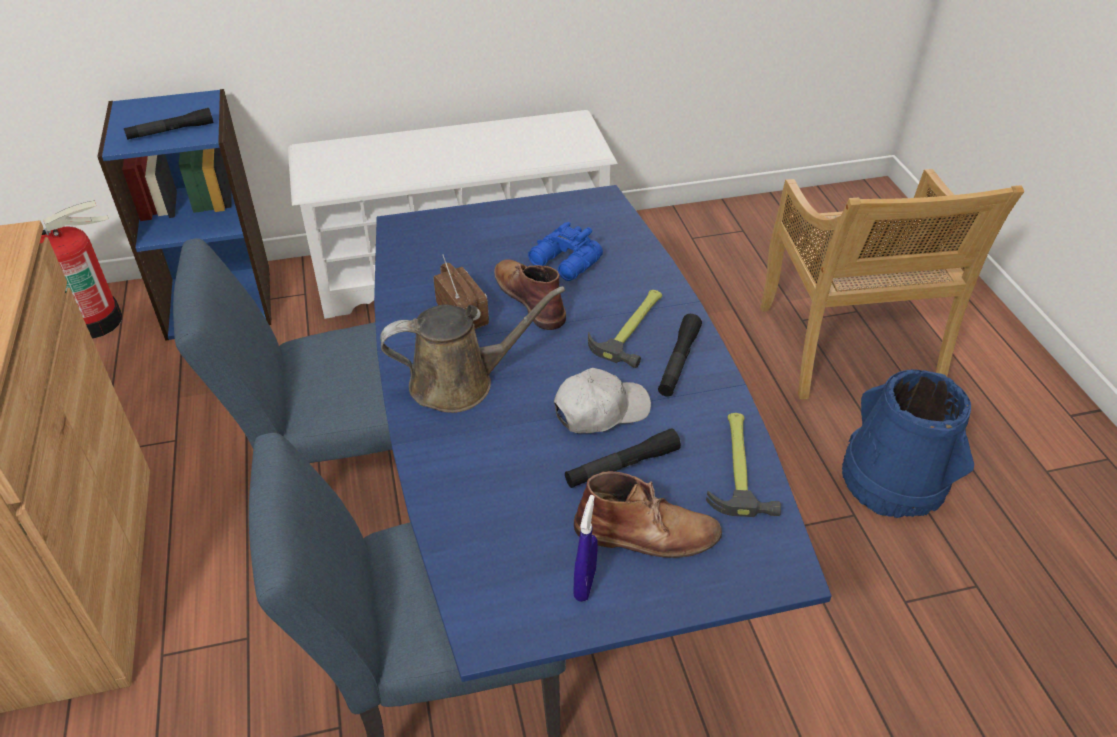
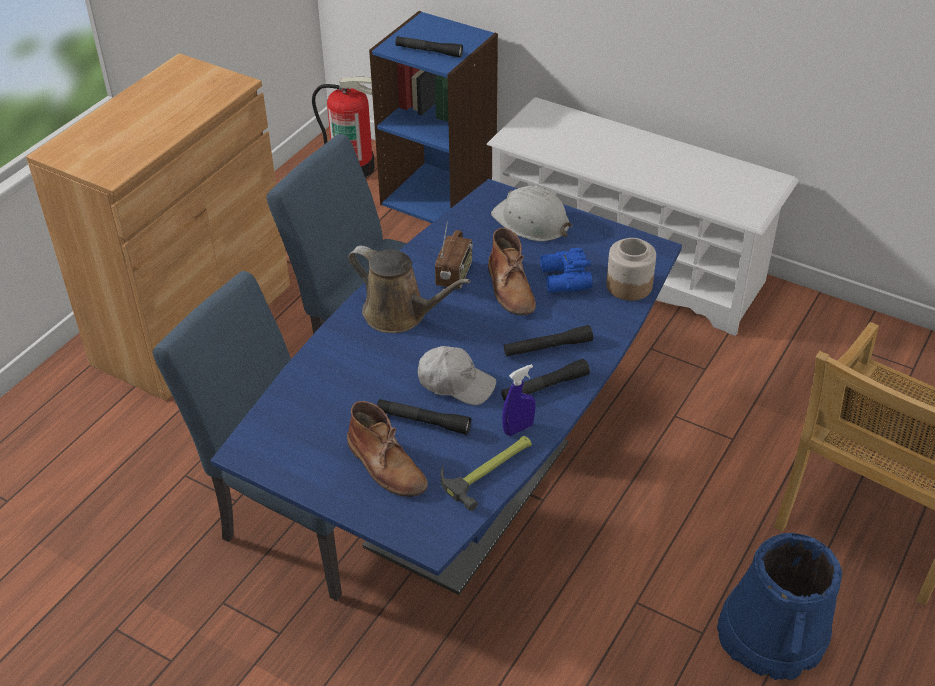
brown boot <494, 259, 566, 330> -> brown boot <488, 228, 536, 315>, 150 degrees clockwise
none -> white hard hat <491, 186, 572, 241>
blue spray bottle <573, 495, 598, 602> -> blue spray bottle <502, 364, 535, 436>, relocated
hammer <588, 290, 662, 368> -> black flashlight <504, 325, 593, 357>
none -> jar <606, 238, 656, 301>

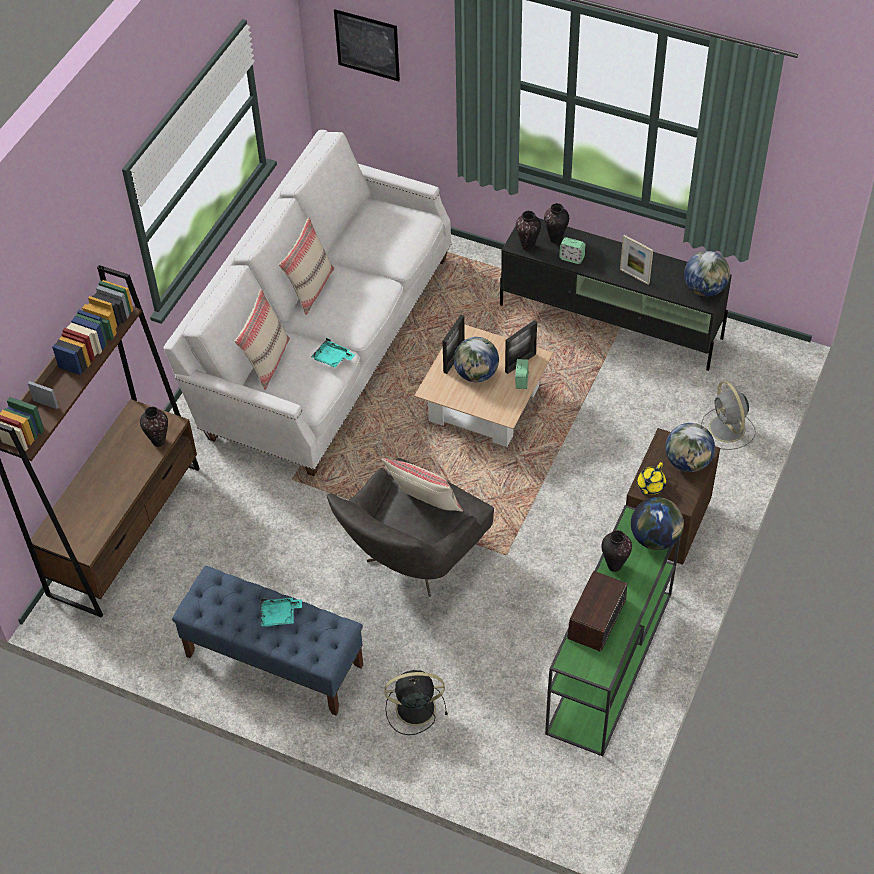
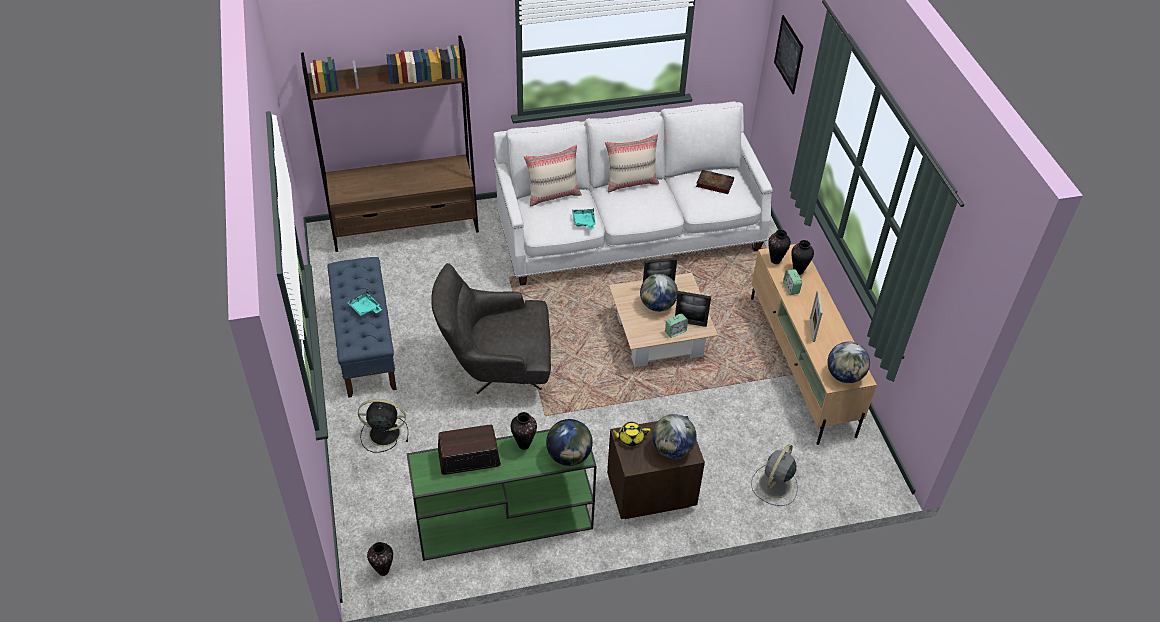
black fan <384, 670, 448, 735> -> black fan <358, 399, 408, 453>, 45 degrees counterclockwise
vase <140, 407, 168, 447> -> vase <367, 542, 393, 576>, relocated
none -> book <696, 170, 734, 194>
black tv stand <500, 218, 732, 371> -> beige tv stand <751, 244, 877, 445>
beige pillow <382, 458, 463, 512> -> none

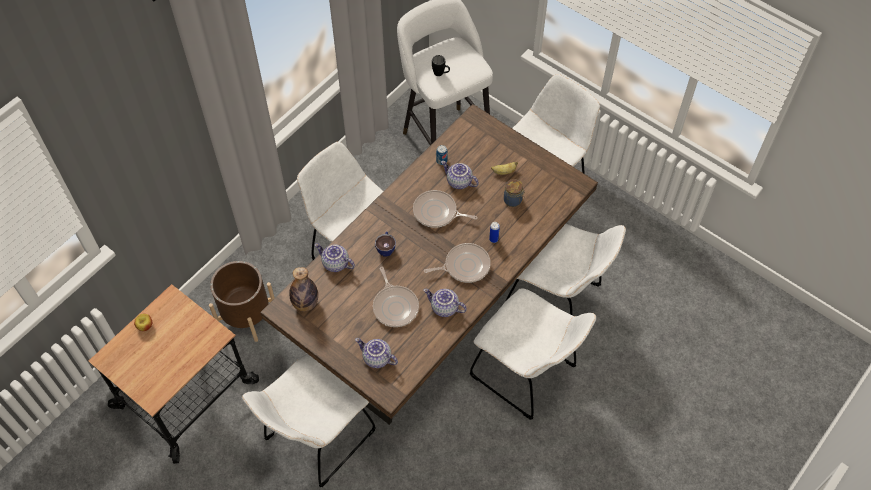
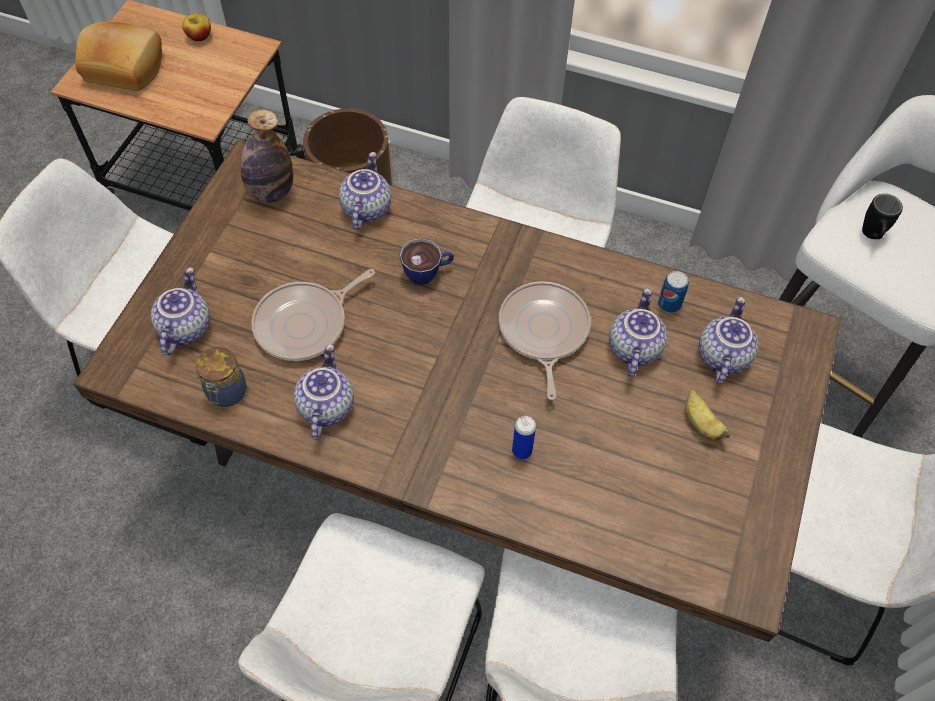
none -> bread <75, 22, 162, 91>
jar <504, 179, 524, 207> -> jar <196, 347, 247, 407>, relocated
none -> teapot <699, 297, 758, 384>
frying pan <424, 243, 491, 283> -> none

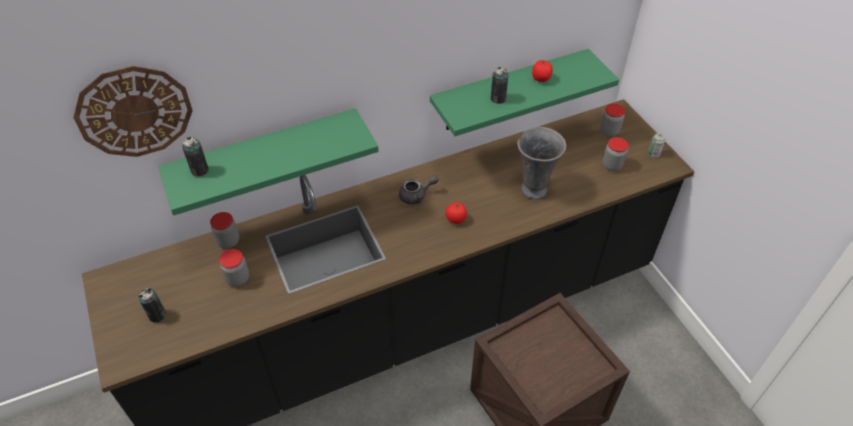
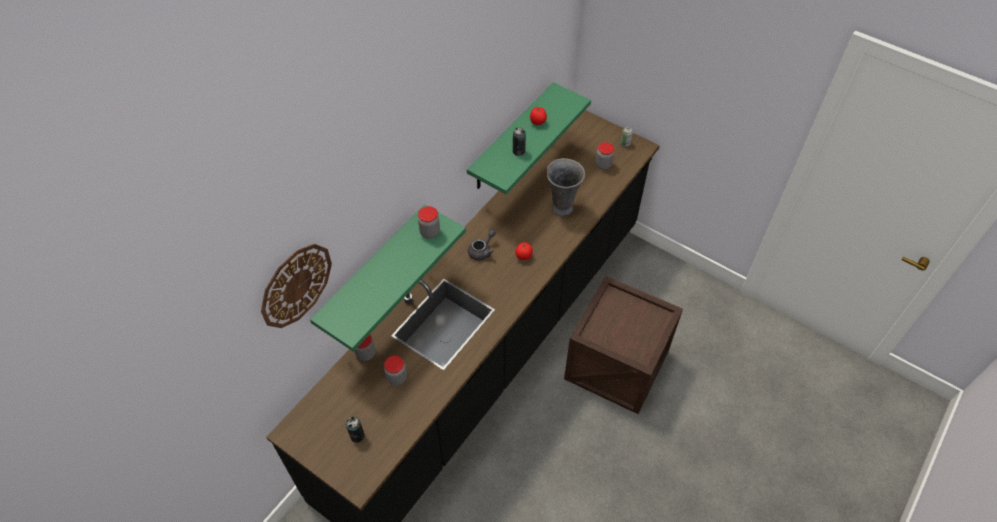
jar <600, 104, 625, 137> -> jar <418, 206, 440, 239>, relocated
can <182, 137, 209, 177> -> none

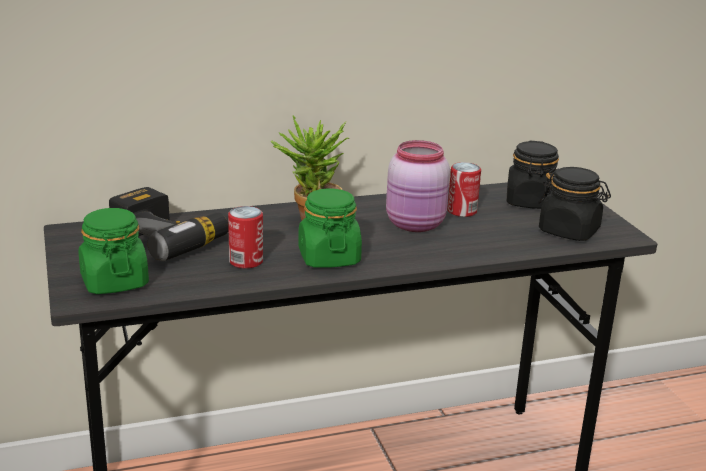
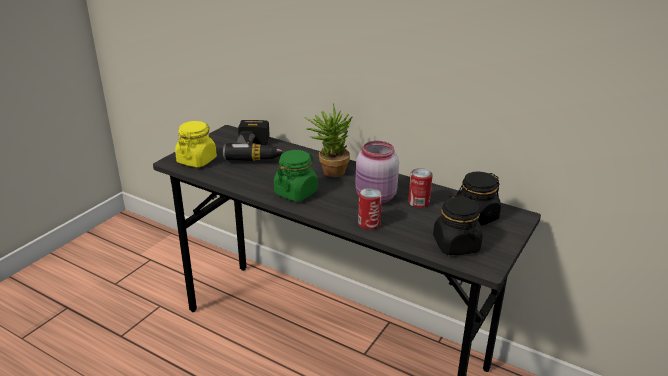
green jar <78, 208, 149, 294> -> yellow jar <175, 121, 217, 167>
can <228, 206, 263, 269> -> can <358, 188, 382, 230>, relocated

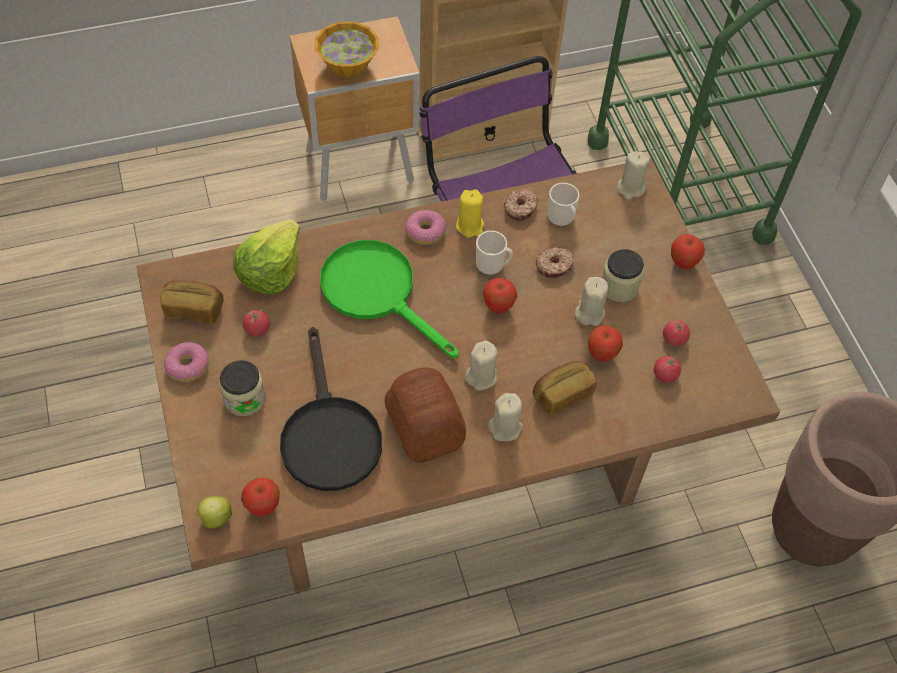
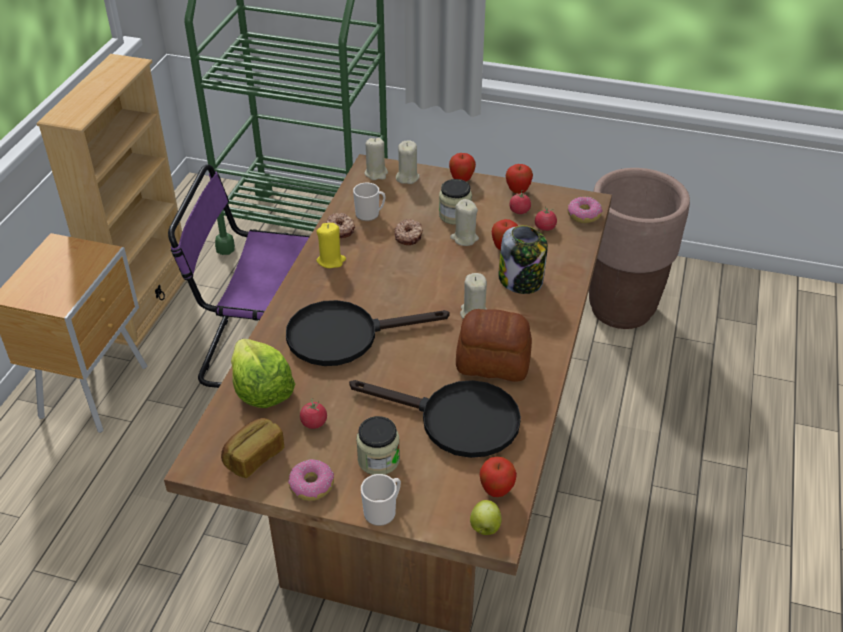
green frying pan <320, 240, 459, 358> -> black frying pan <286, 300, 450, 366>
mug <476, 231, 513, 275> -> mug <361, 474, 401, 526>, relocated
beige candle <488, 393, 523, 441> -> beige candle <396, 141, 420, 184>, relocated
bread <533, 361, 597, 416> -> jar <498, 225, 548, 294>
apple <483, 278, 517, 314> -> apple <506, 164, 533, 194>, relocated
donut <405, 210, 446, 245> -> donut <567, 197, 602, 223>, relocated
bowl <315, 21, 379, 78> -> none

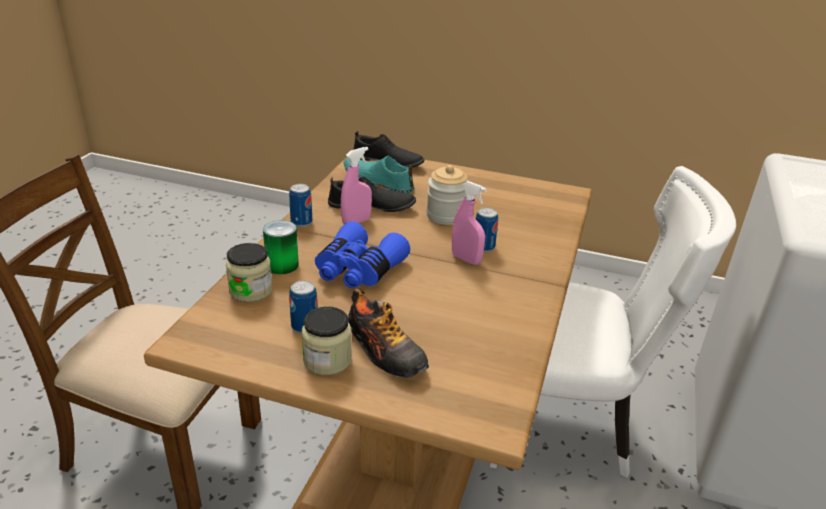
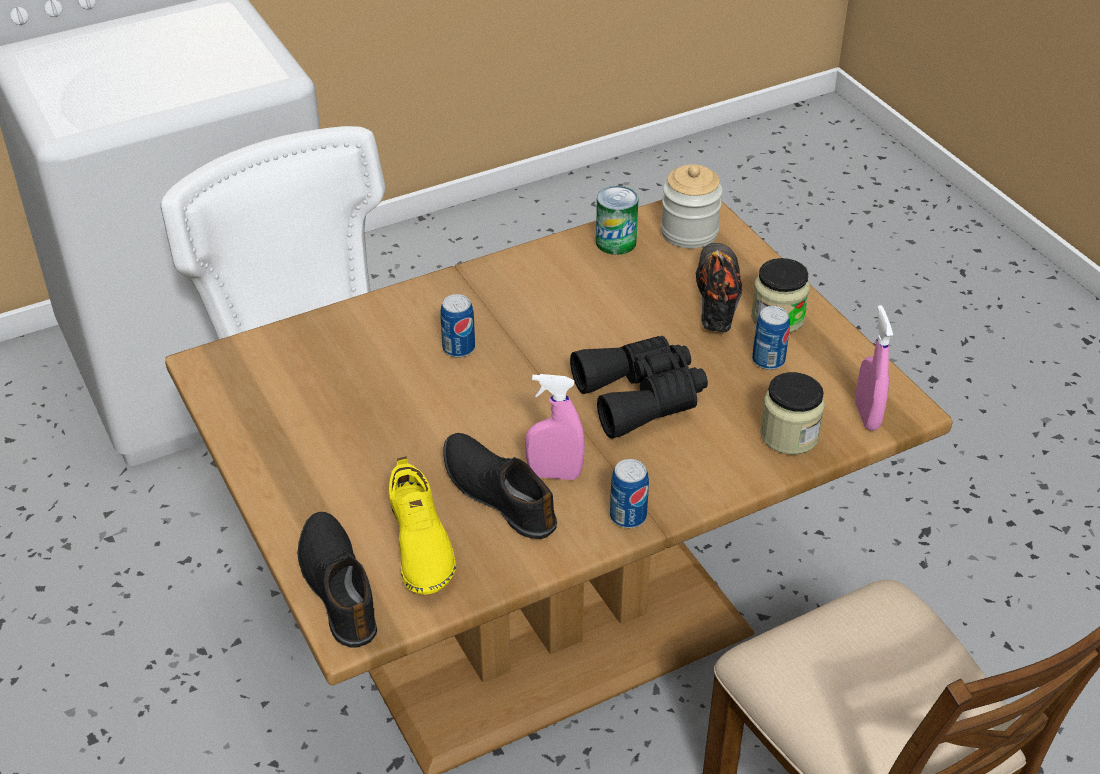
turquoise shoe <344, 156, 414, 193> -> yellow shoe <388, 457, 456, 595>
blue binoculars <315, 221, 410, 288> -> black binoculars <570, 336, 708, 439>
can <263, 220, 299, 274> -> can <596, 186, 639, 255>, relocated
jar <426, 165, 468, 225> -> jar <661, 164, 723, 248>, relocated
pink spray bottle <452, 181, 486, 265> -> pink spray bottle <855, 305, 893, 430>, relocated

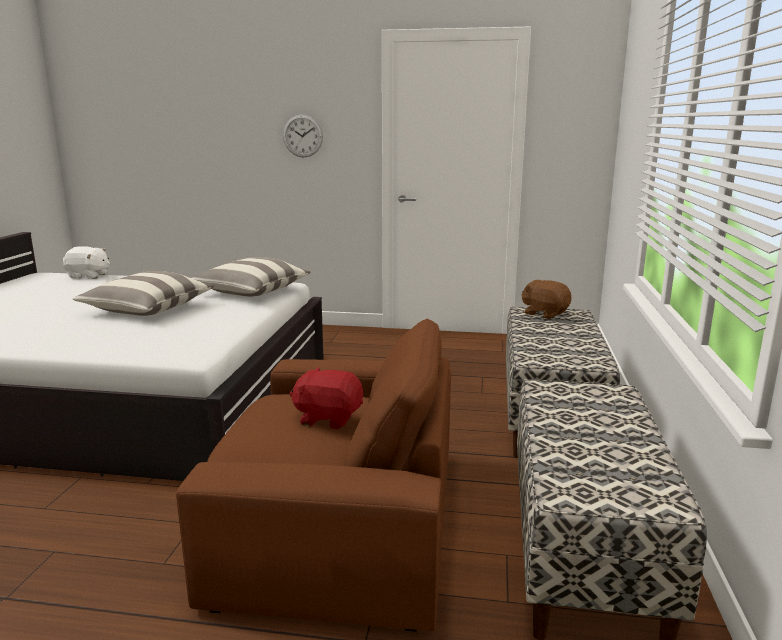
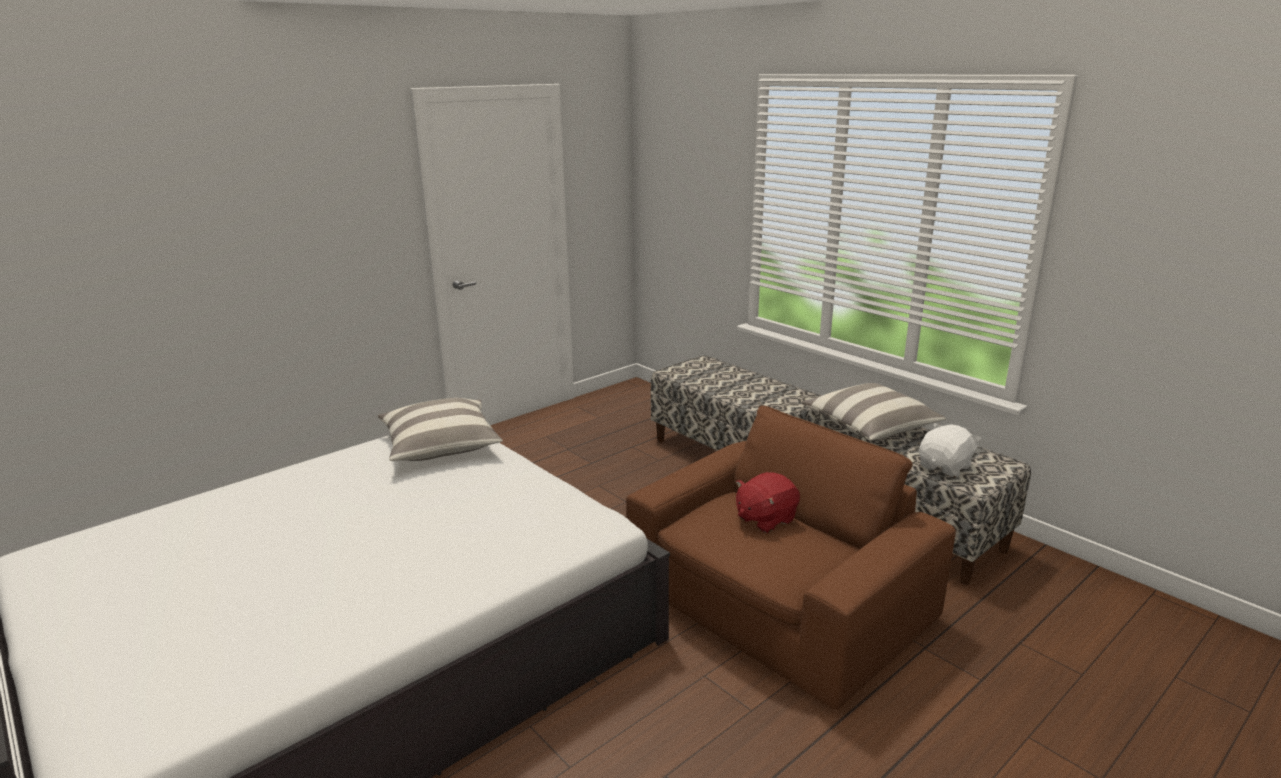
pillow <73, 271, 214, 316> -> pillow <801, 383, 946, 441>, relocated
white plush toy <63, 246, 110, 279> -> white plush toy <919, 423, 981, 478>, relocated
wall clock <283, 115, 323, 157> -> none
brown plush toy <522, 280, 571, 319> -> none

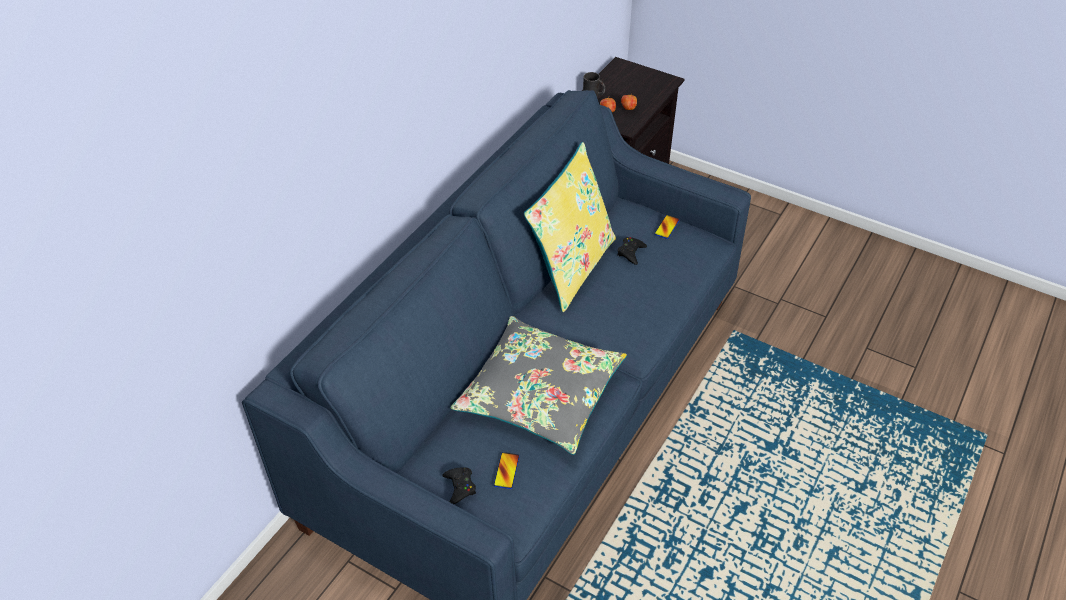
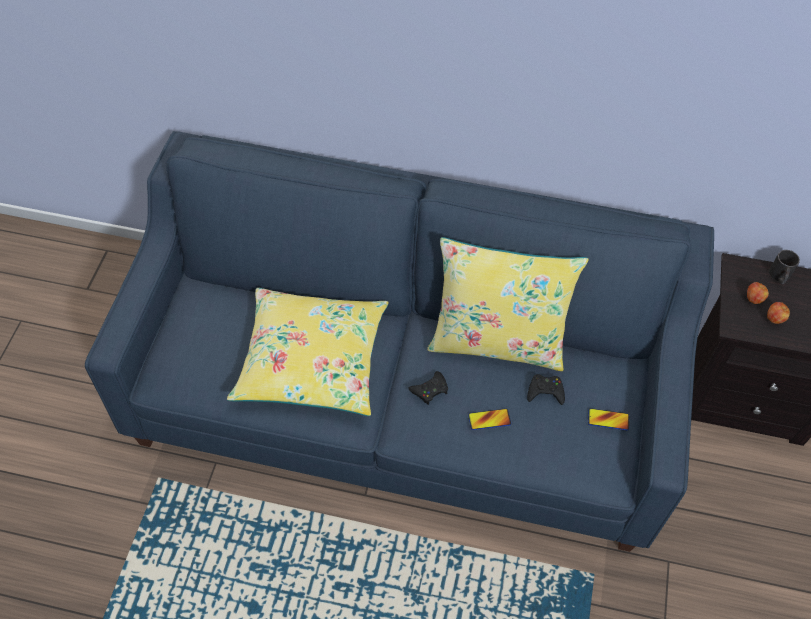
grey pillow <451, 316, 627, 455> -> yellow pillow <227, 288, 389, 416>
black game controller <442, 467, 476, 504> -> black game controller <408, 371, 448, 405>, relocated
phone <494, 452, 520, 489> -> phone <468, 409, 511, 430>, relocated

